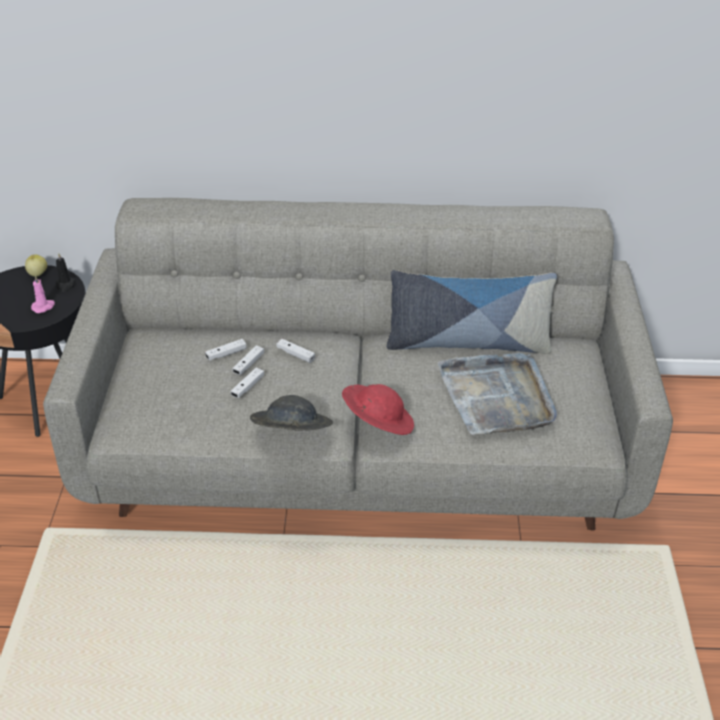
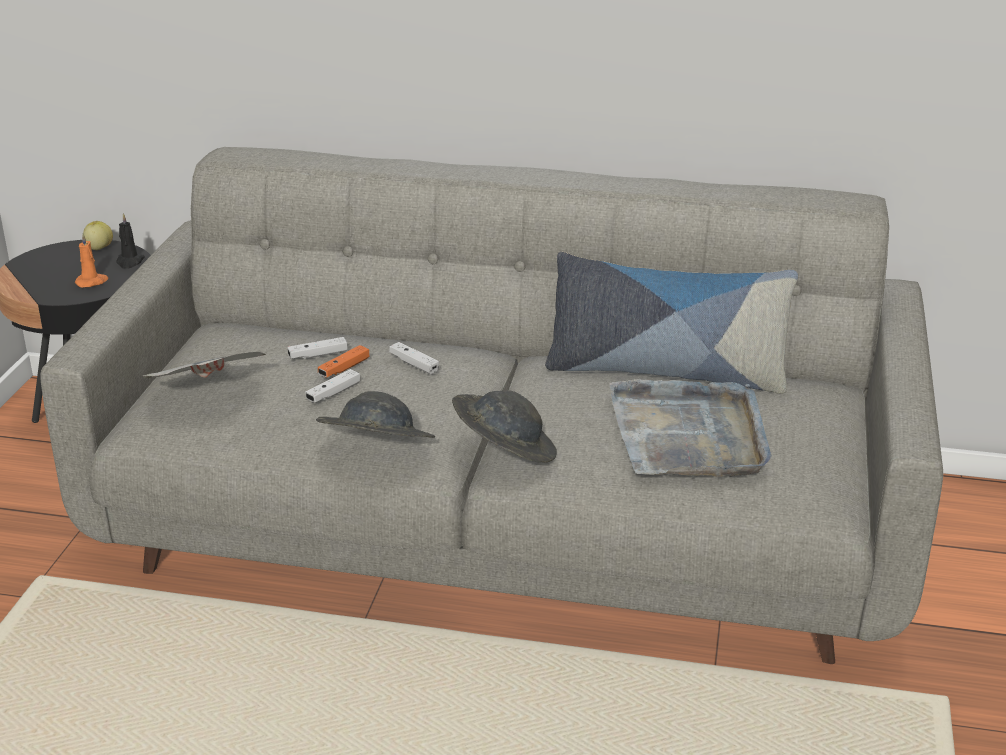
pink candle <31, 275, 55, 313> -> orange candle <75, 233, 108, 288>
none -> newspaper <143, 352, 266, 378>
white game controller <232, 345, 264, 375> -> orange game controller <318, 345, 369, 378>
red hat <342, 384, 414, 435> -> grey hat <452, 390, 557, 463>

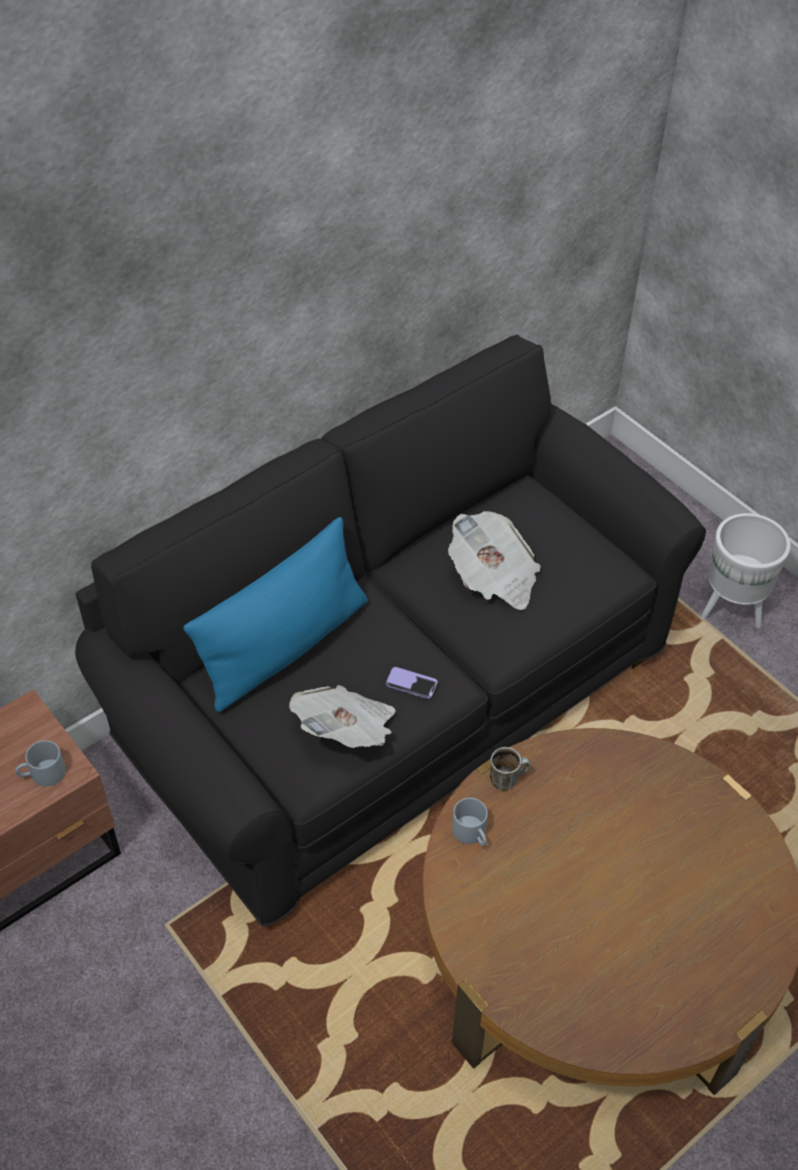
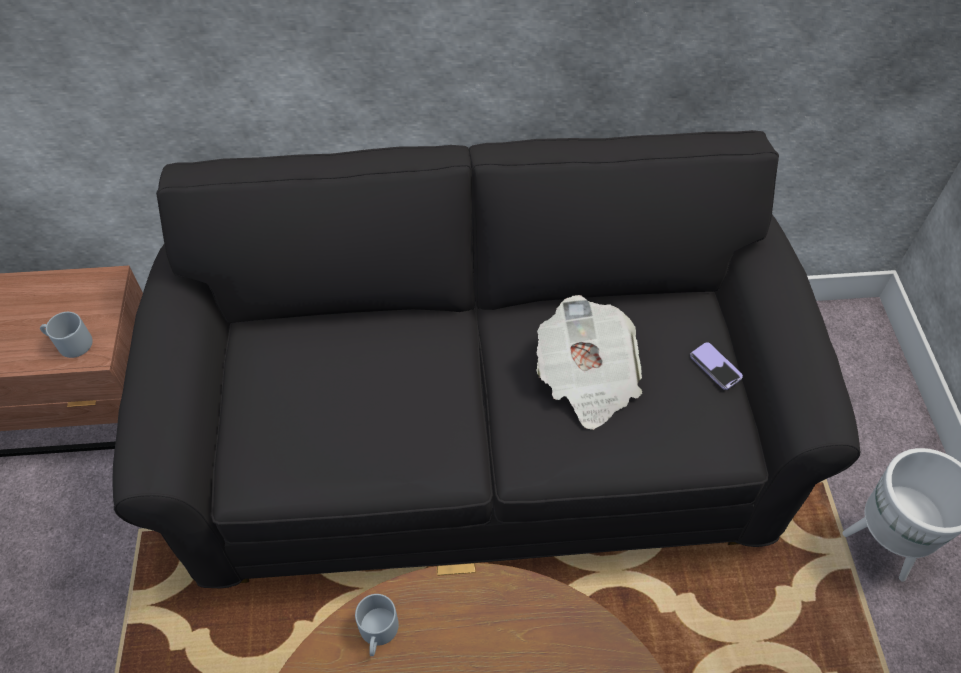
phone <386, 667, 437, 699> -> phone <690, 342, 743, 390>, relocated
blue pillow <183, 517, 368, 712> -> none
newspaper <289, 685, 396, 748> -> none
mug <490, 747, 530, 791> -> none

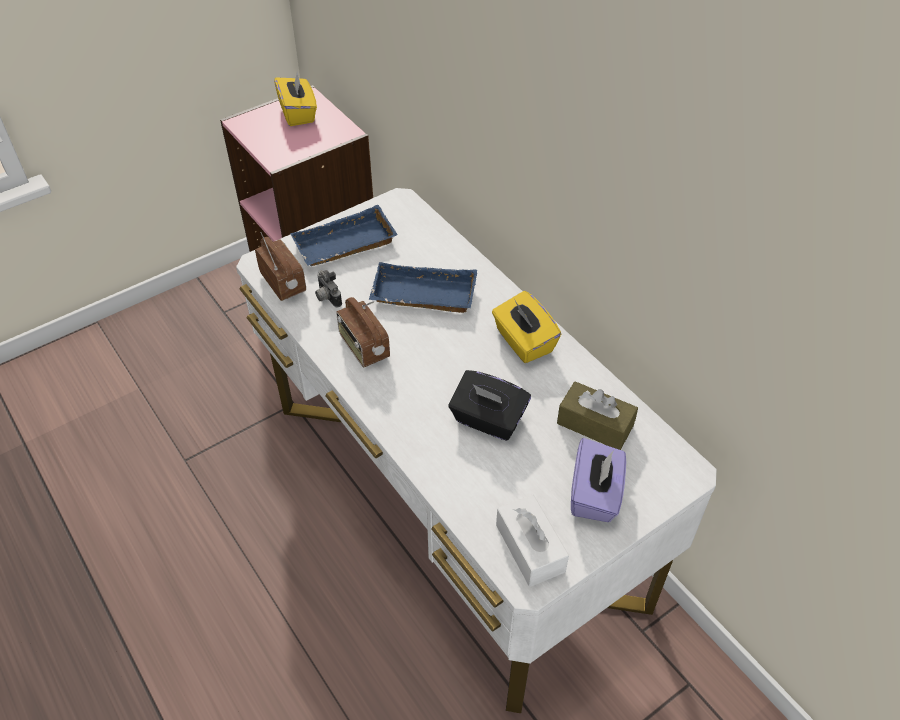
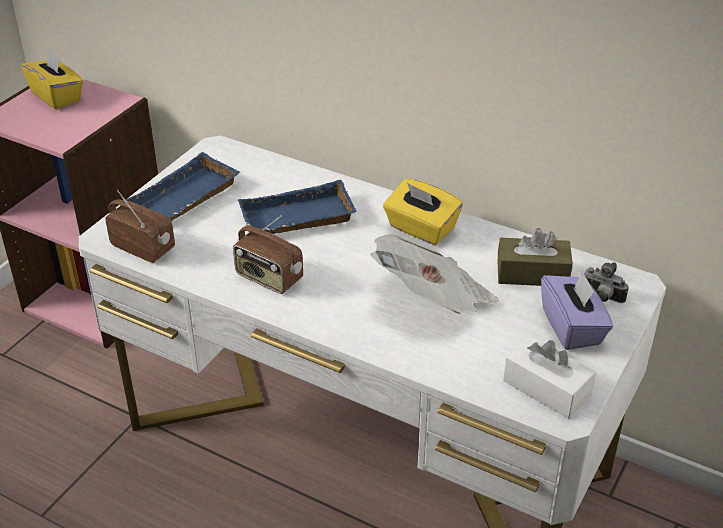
black tissue box <449, 370, 531, 441> -> newspaper <370, 234, 499, 314>
photo camera <315, 270, 342, 307> -> photo camera <584, 262, 629, 303>, relocated

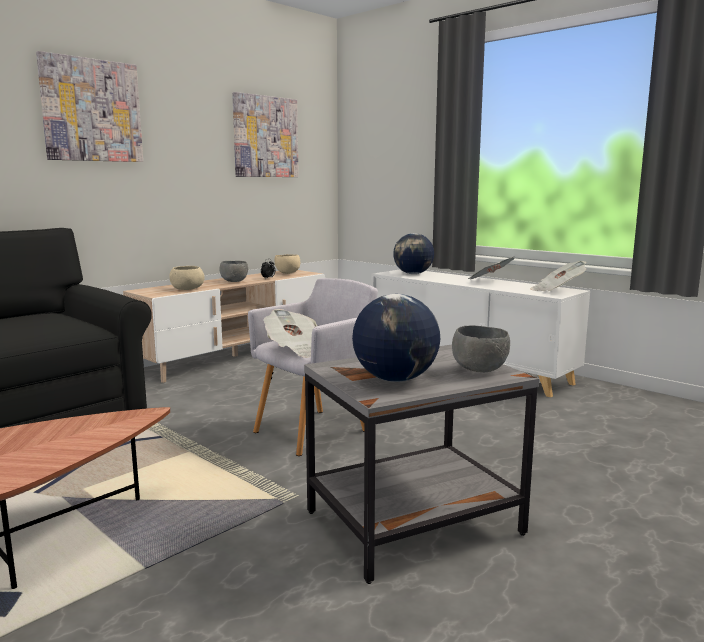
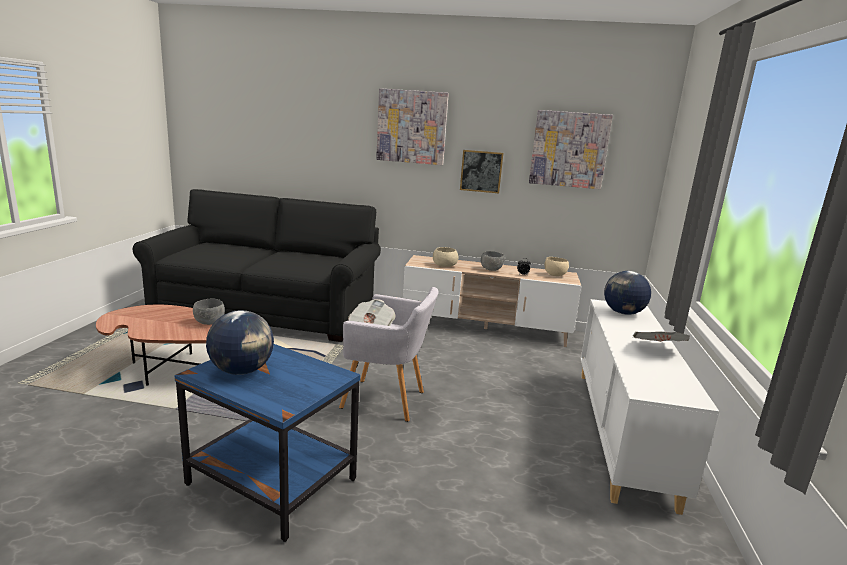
grey side table <304, 345, 539, 584> -> blue side table <174, 344, 360, 542>
grey bowl <452, 325, 510, 372> -> grey bowl <193, 299, 225, 325>, relocated
none -> picture <460, 150, 503, 193>
newspaper <530, 261, 587, 291> -> none

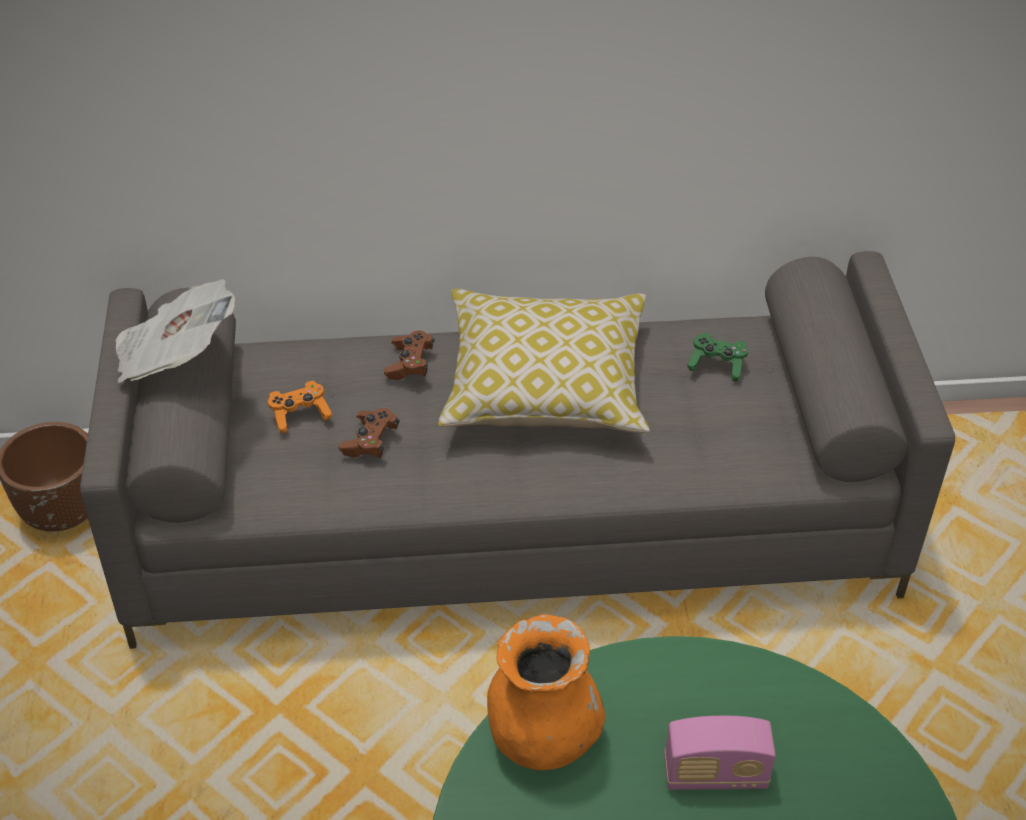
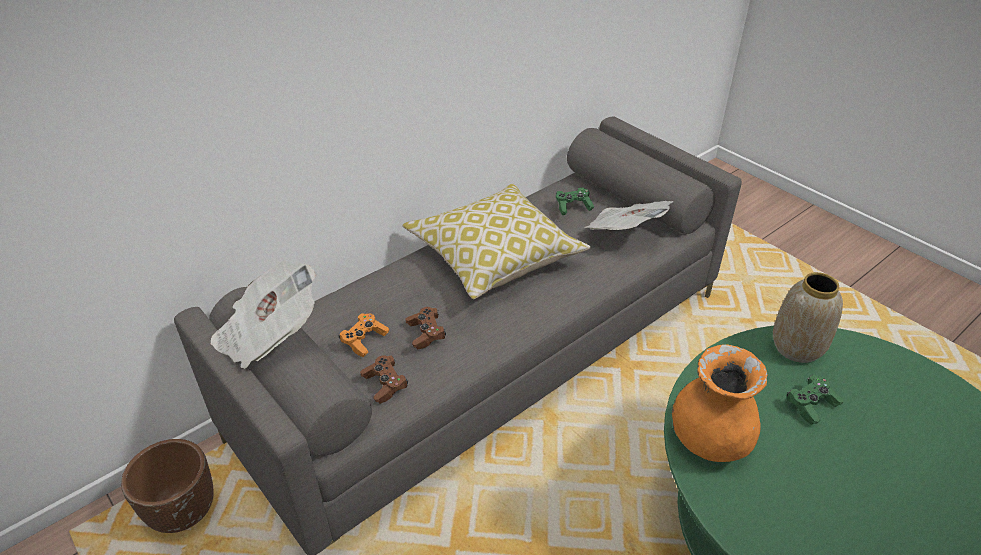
brown game controller <384, 330, 434, 380> -> brown game controller <360, 355, 408, 404>, relocated
none -> newspaper <585, 201, 673, 230>
none -> vase <773, 272, 843, 363>
radio <664, 716, 776, 790> -> green game controller <787, 375, 843, 425>

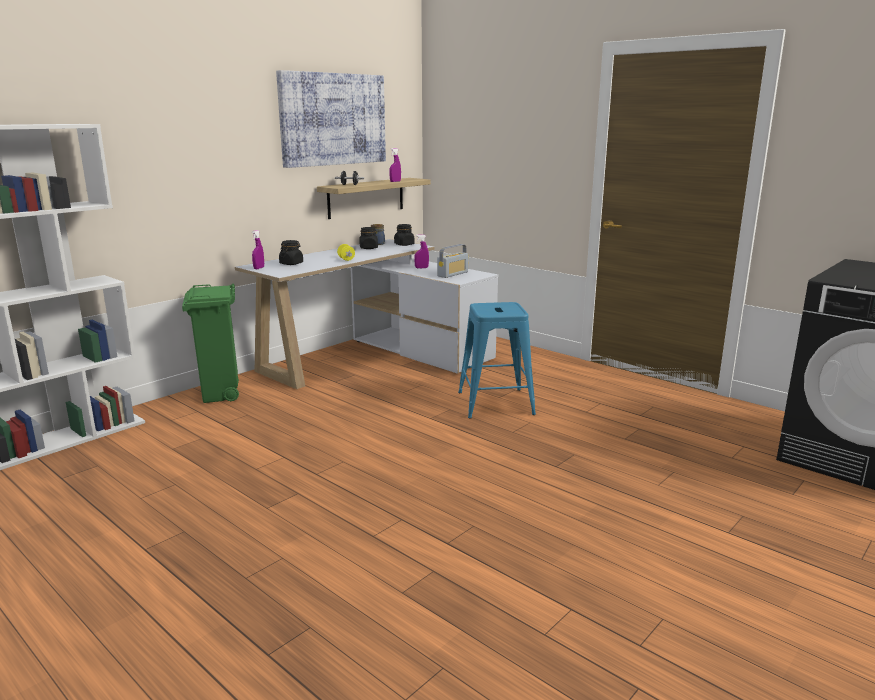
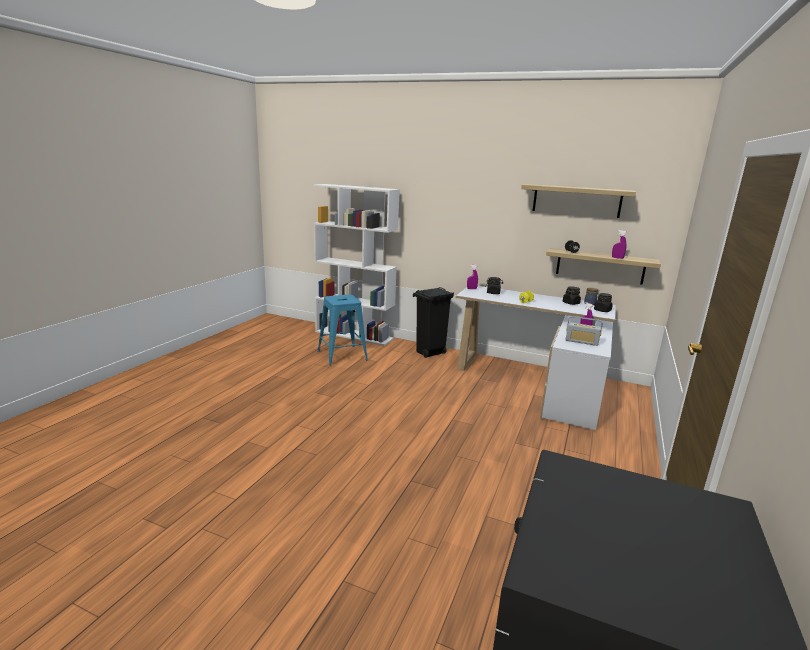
blue stool <458, 302, 536, 418> -> blue stool <318, 294, 368, 366>, relocated
green trash can <182, 284, 239, 403> -> black trash can <413, 287, 454, 358>
picture <276, 70, 386, 168> -> shelf <521, 184, 636, 218>

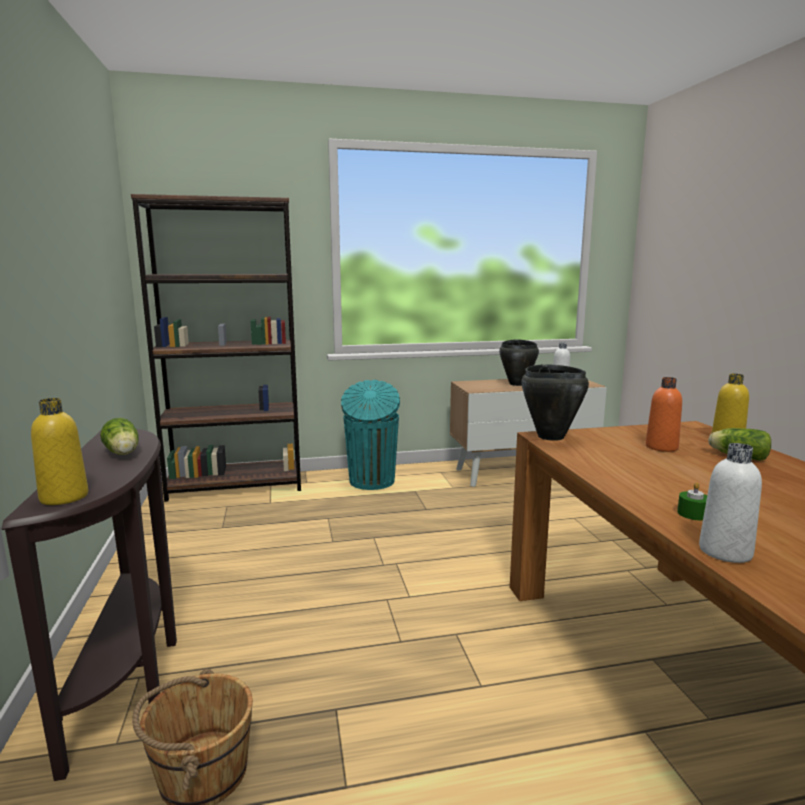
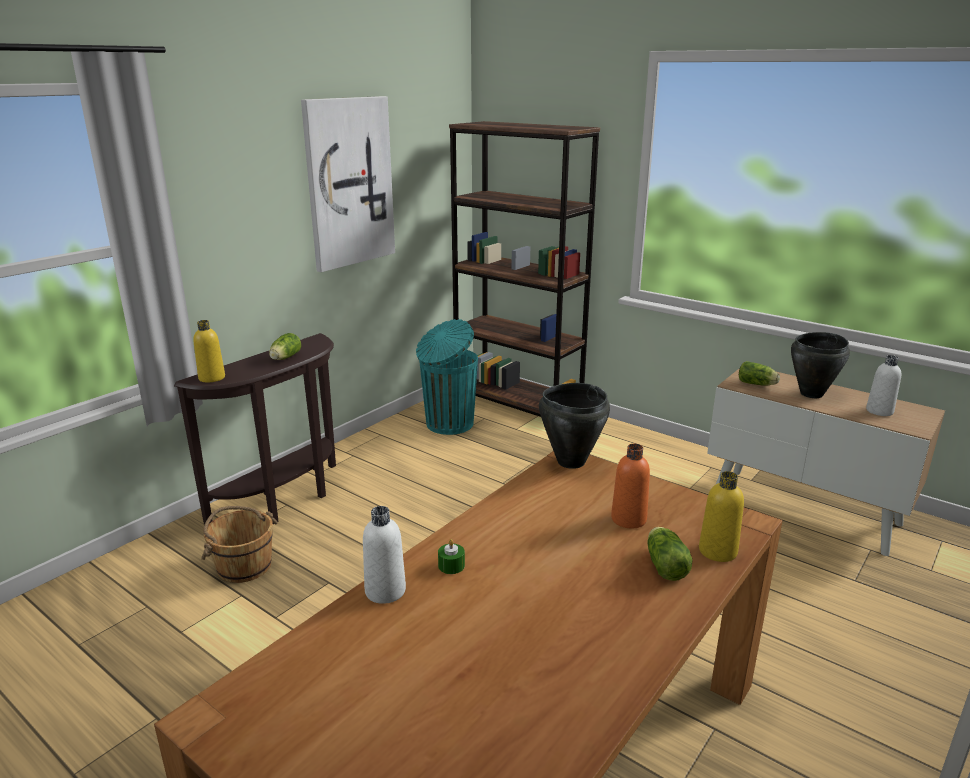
none -> picture <301, 96, 395, 272>
turquoise trash can <341, 380, 400, 490> -> turquoise trash can <416, 319, 478, 435>, relocated
none -> lettuce <739, 361, 780, 386>

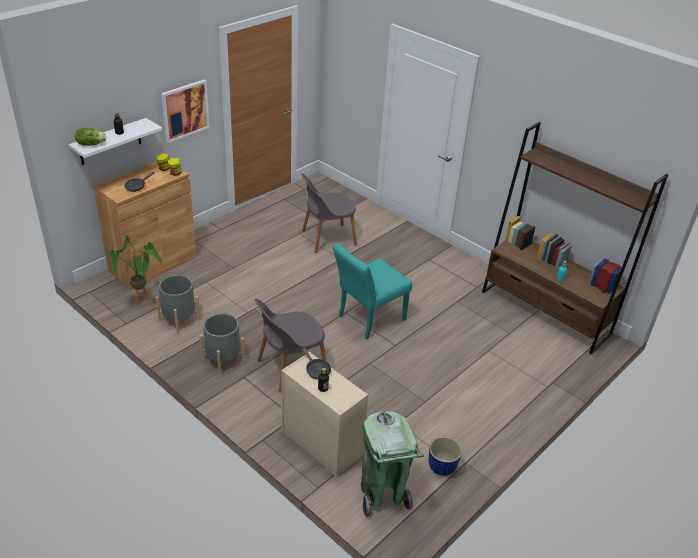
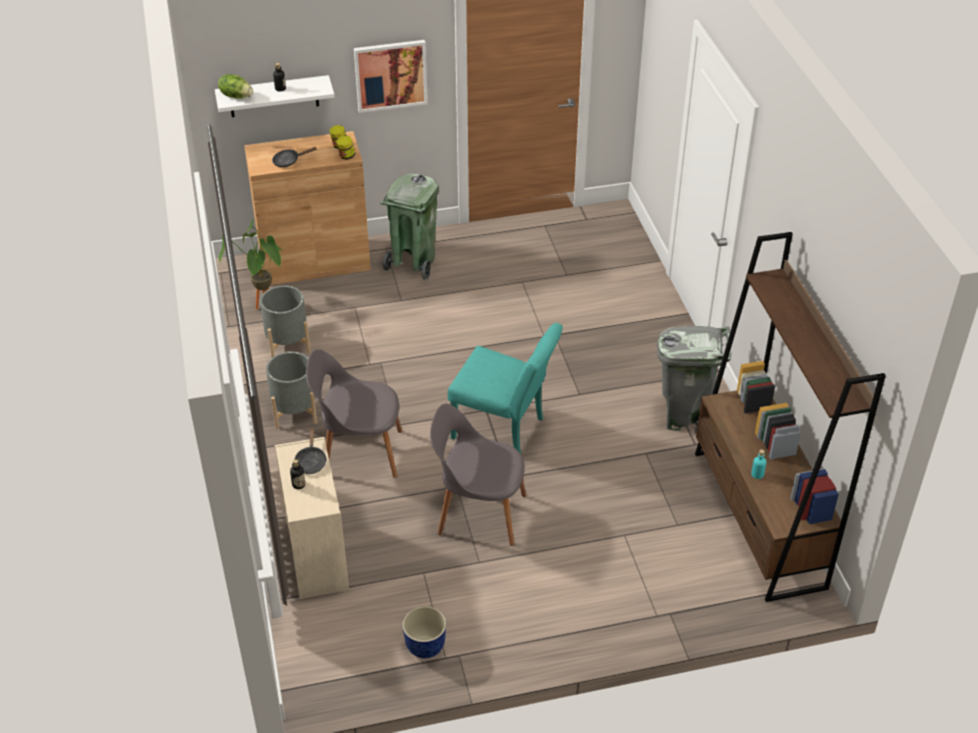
green trash can <361, 411, 424, 518> -> green trash can <380, 174, 439, 280>, relocated
grey chair <302, 174, 357, 253> -> grey chair <430, 404, 526, 546>, relocated
turquoise chair <333, 244, 412, 339> -> turquoise chair <448, 323, 563, 454>, 150 degrees counterclockwise
none -> grey trash can <657, 326, 731, 434>

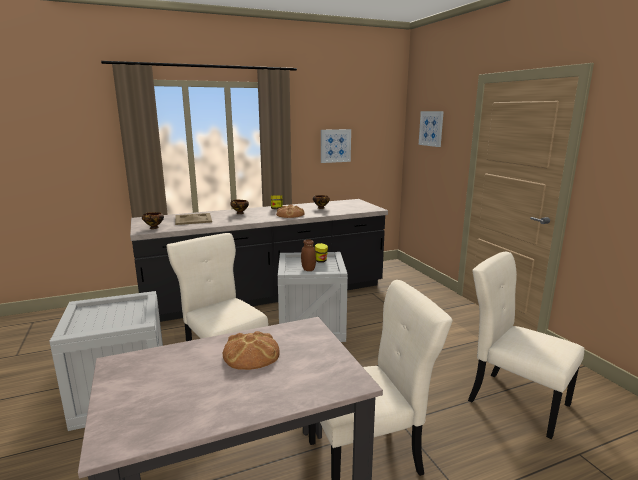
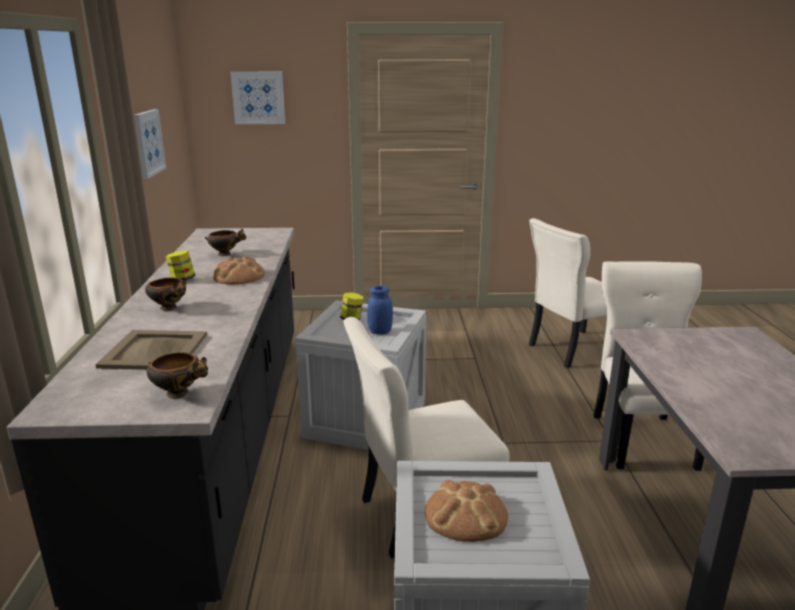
brown jar <301, 239, 316, 271> -> blue jar <367, 286, 393, 335>
bread <223, 331, 280, 370> -> bread <425, 480, 508, 542>, relocated

